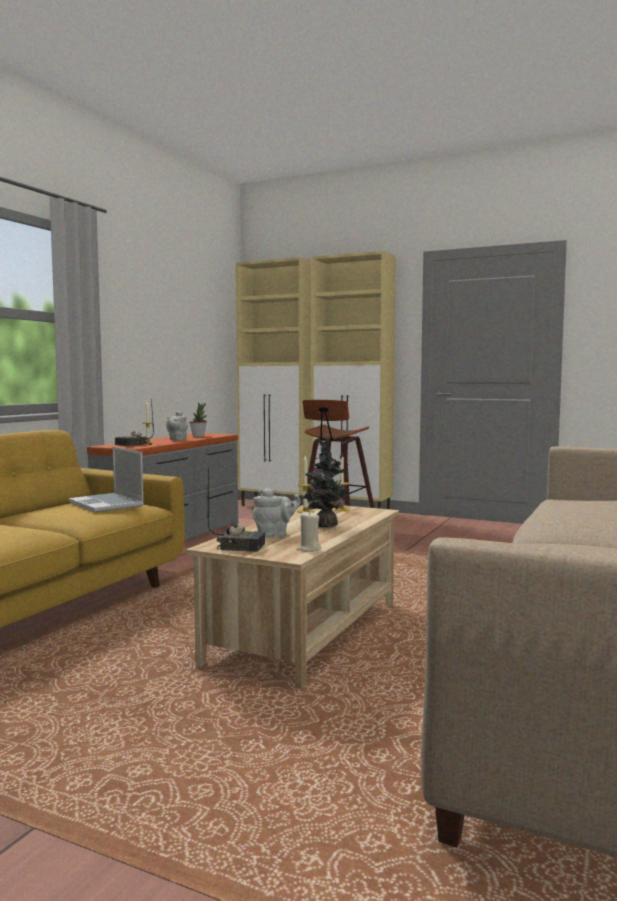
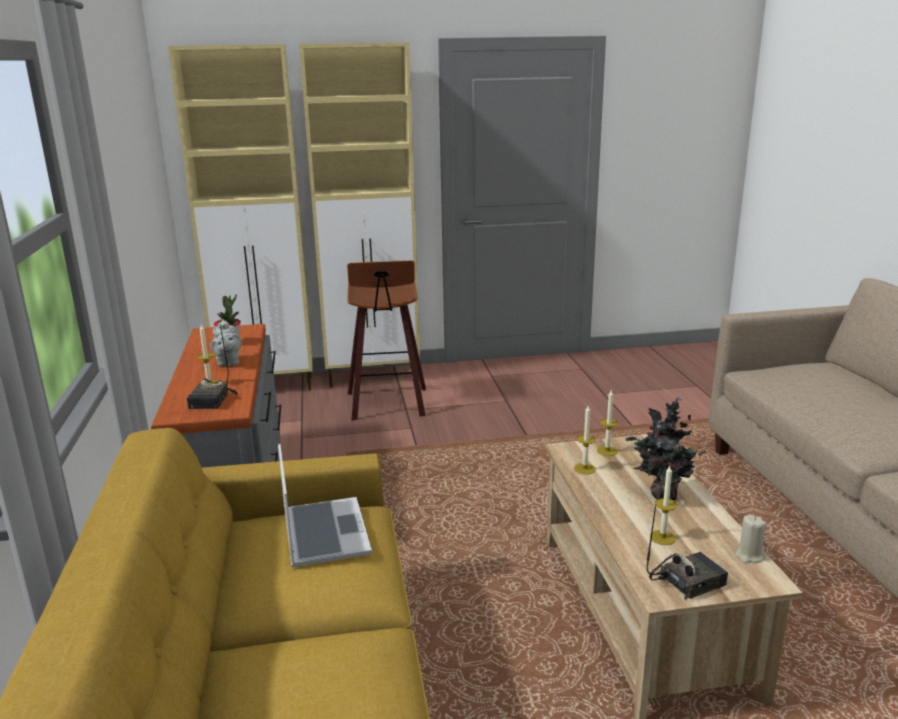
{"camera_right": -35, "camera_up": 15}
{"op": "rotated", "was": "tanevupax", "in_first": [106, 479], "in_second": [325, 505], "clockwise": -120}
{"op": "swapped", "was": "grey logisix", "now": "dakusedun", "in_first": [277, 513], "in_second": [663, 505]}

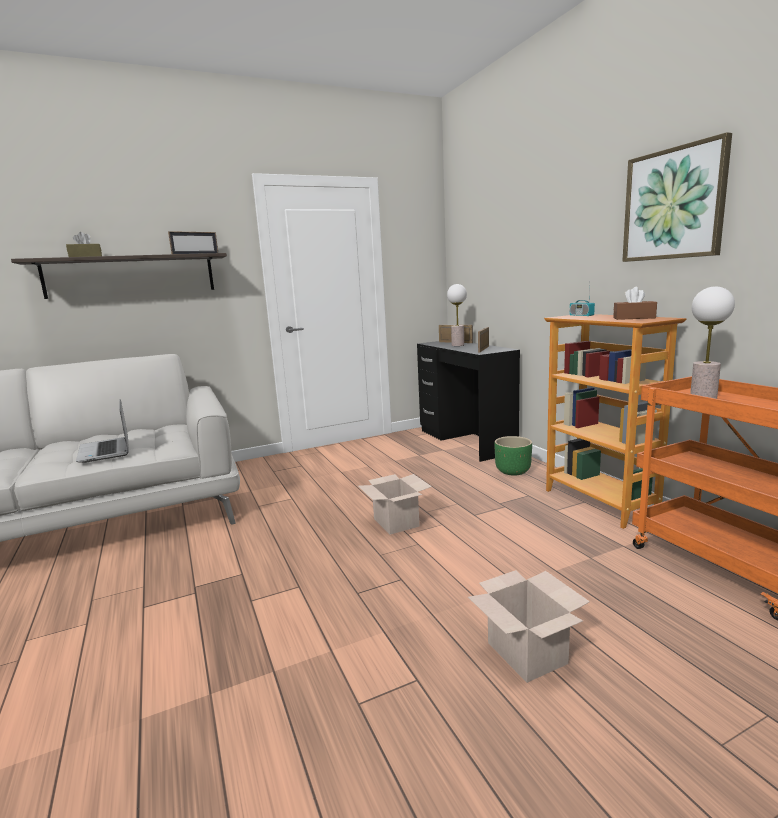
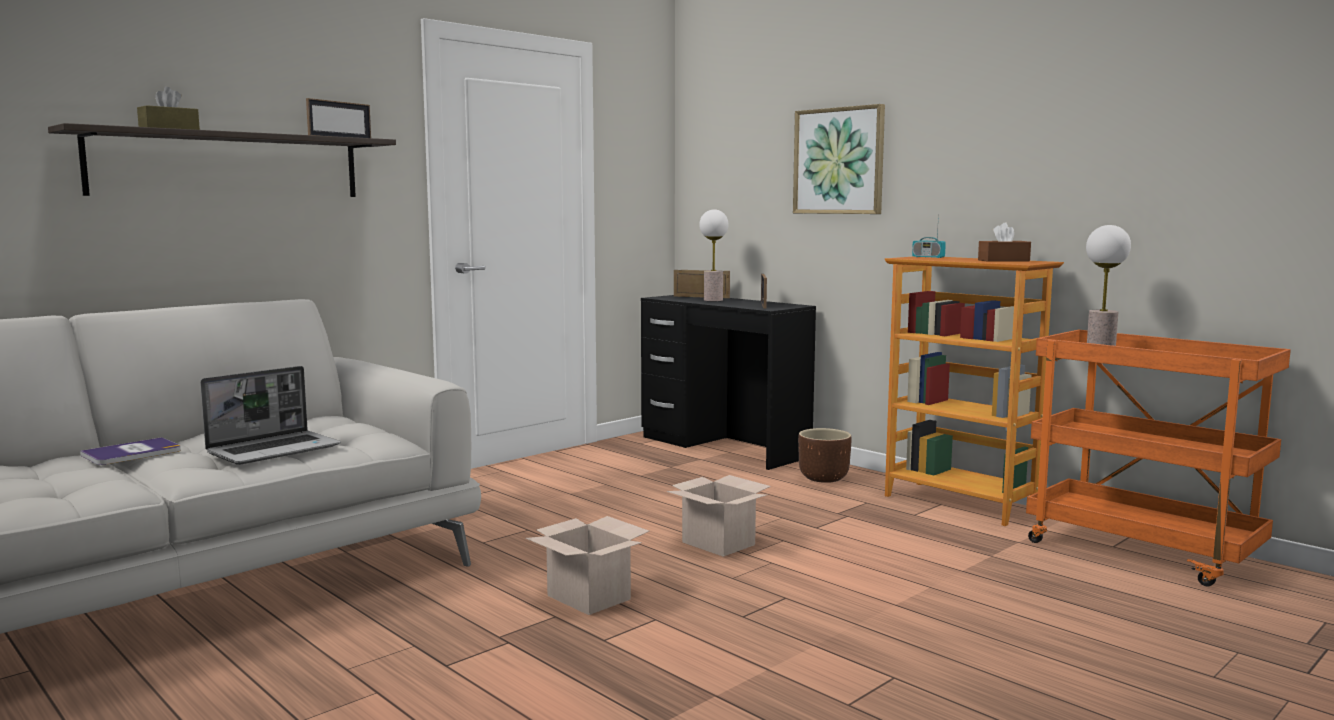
{"camera_right": -20, "camera_up": -5}
{"op": "shifted", "was": "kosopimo", "in_first": [677, 197], "in_second": [839, 159]}
{"op": "rotated", "was": "tanevupax", "in_first": [102, 431], "in_second": [270, 415], "clockwise": -90}
{"op": "repainted", "was": "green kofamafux", "now": "brown kofamafux", "in_first": [513, 456], "in_second": [825, 455]}
{"op": "shifted", "was": "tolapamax", "in_first": [529, 626], "in_second": [587, 565]}
{"op": "new", "now": "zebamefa", "in_second": [130, 451]}

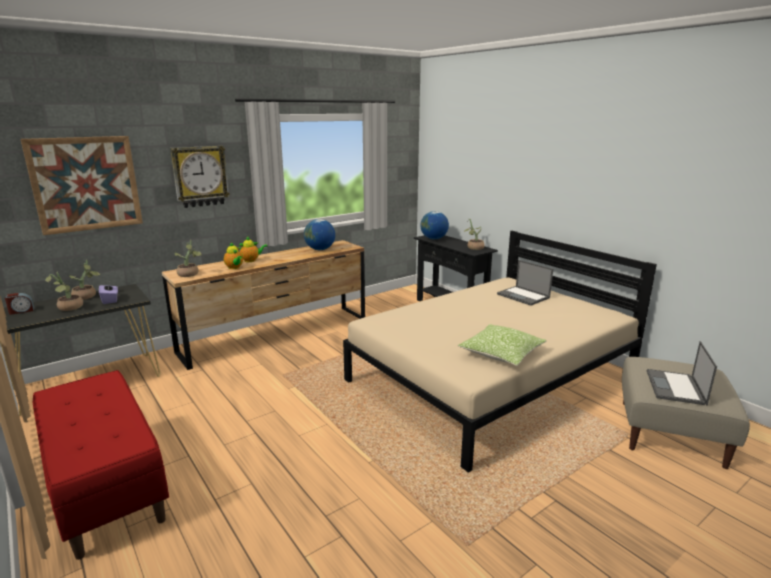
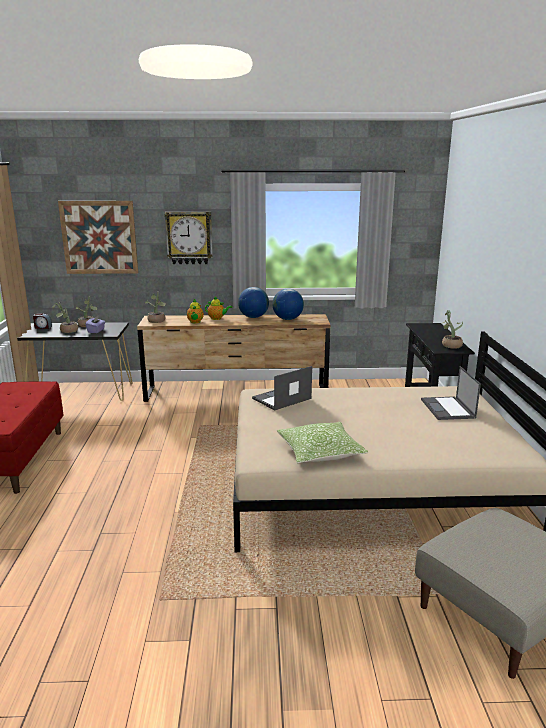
{"camera_right": 35, "camera_up": 0}
{"op": "shifted", "was": "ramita", "in_first": [435, 225], "in_second": [253, 302]}
{"op": "shifted", "was": "tanevupax", "in_first": [682, 373], "in_second": [282, 388]}

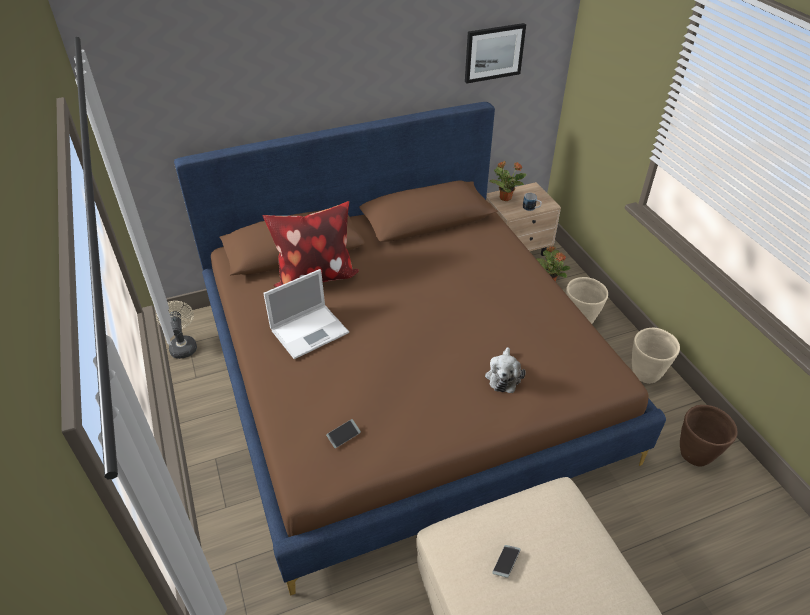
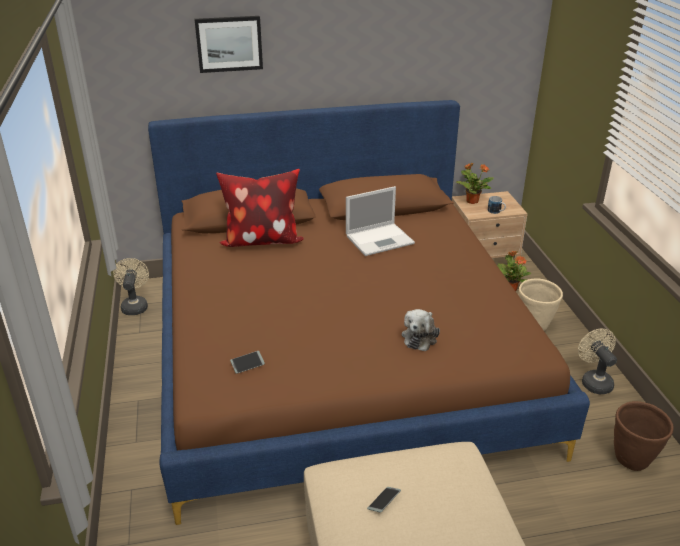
{"camera_right": 10, "camera_up": -10}
{"op": "shifted", "was": "kosopimo", "in_first": [495, 53], "in_second": [228, 44]}
{"op": "shifted", "was": "tanevupax", "in_first": [306, 314], "in_second": [380, 221]}
{"op": "swapped", "was": "beige kofamafux", "now": "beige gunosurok", "in_first": [656, 356], "in_second": [597, 361]}

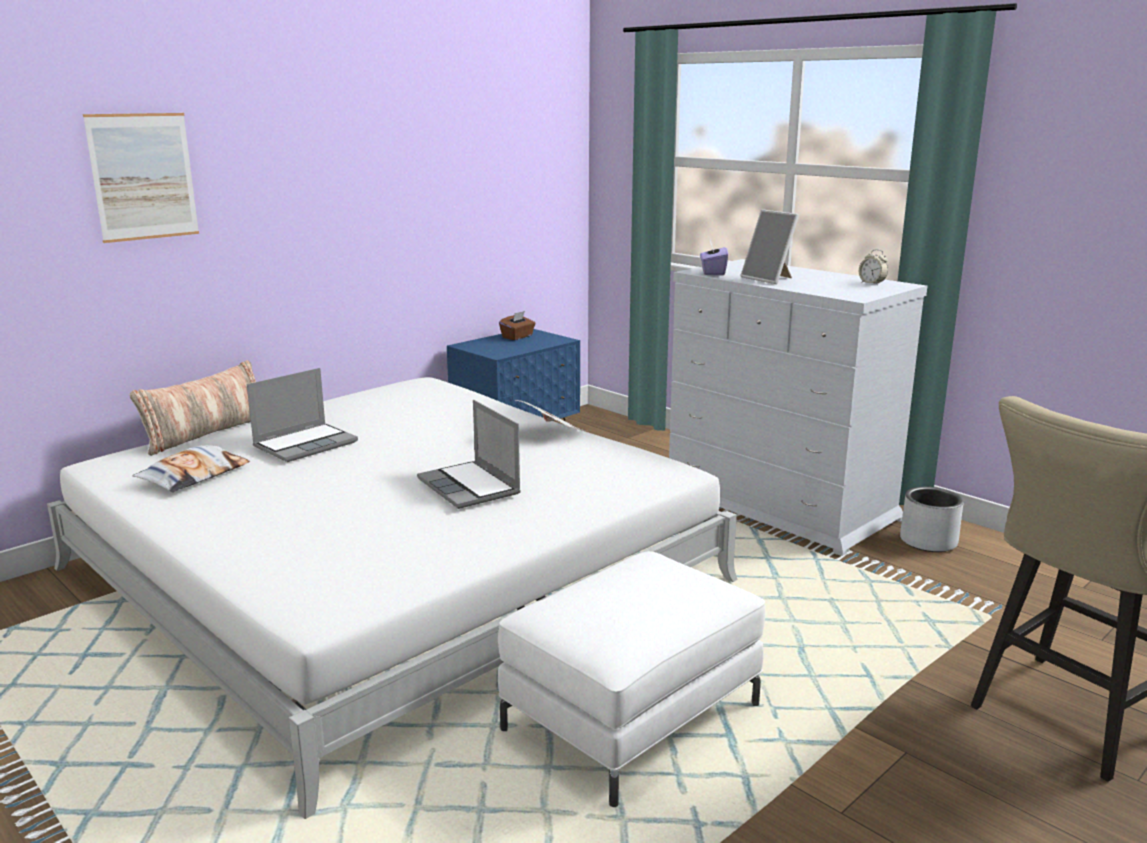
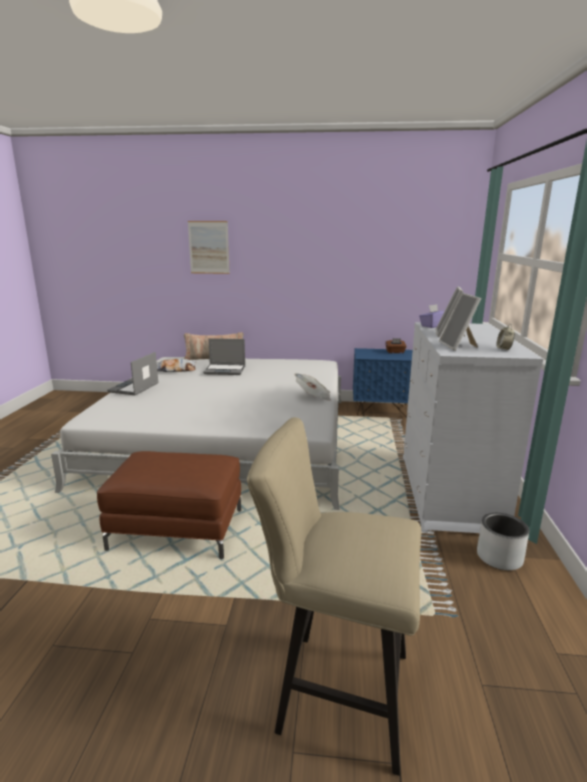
{"camera_right": 50, "camera_up": 0}
{"op": "shifted", "was": "tanevupax", "in_first": [469, 454], "in_second": [133, 373]}
{"op": "repainted", "was": "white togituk", "now": "brown togituk", "in_first": [631, 679], "in_second": [169, 505]}
{"op": "new", "now": "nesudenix", "in_second": [460, 322]}

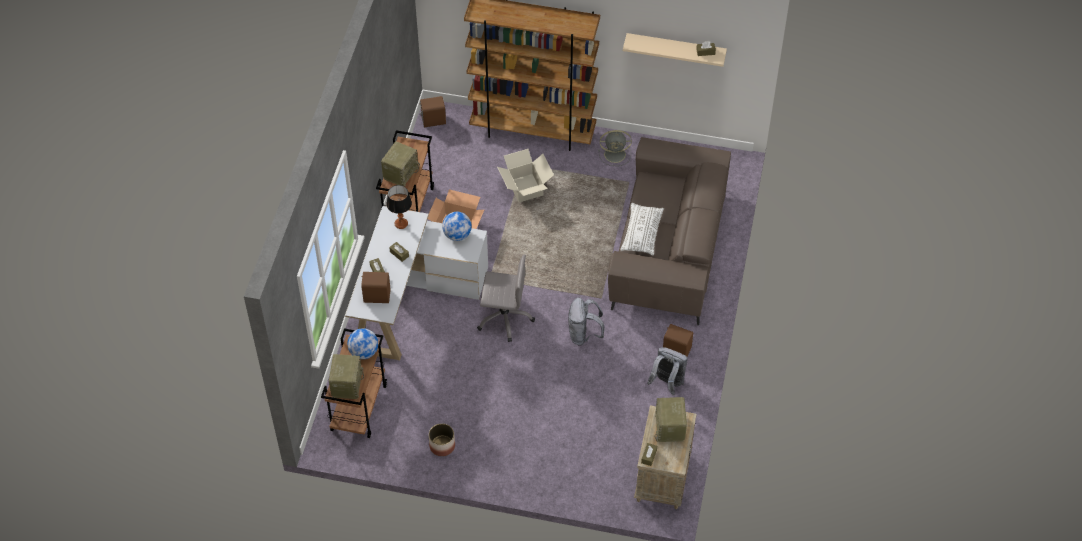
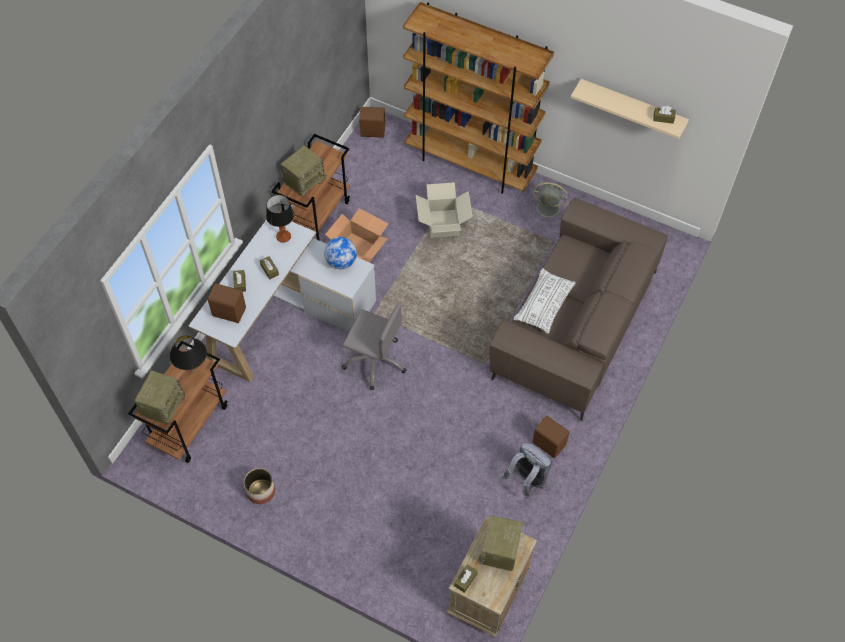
{"camera_right": 15, "camera_up": 5}
{"op": "gone", "was": "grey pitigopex", "in_first": [586, 321]}
{"op": "swapped", "was": "ramita", "now": "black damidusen", "in_first": [362, 343], "in_second": [188, 354]}

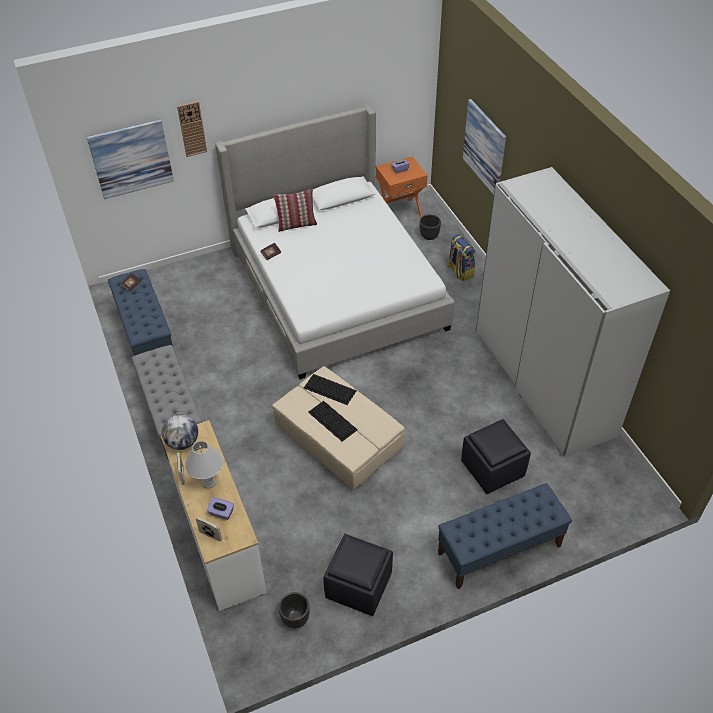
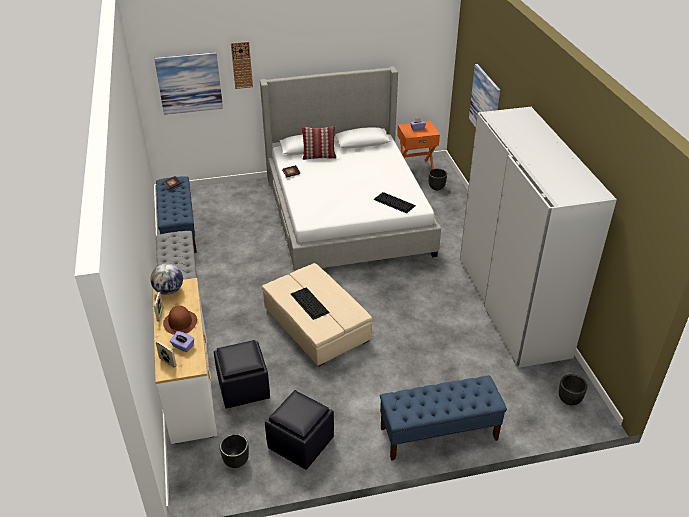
{"camera_right": 10, "camera_up": -10}
{"op": "gone", "was": "pitigopex", "in_first": [461, 257]}
{"op": "shifted", "was": "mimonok", "in_first": [330, 389], "in_second": [394, 202]}
{"op": "shifted", "was": "black togituk", "in_first": [496, 456], "in_second": [242, 374]}
{"op": "swapped", "was": "white damidusen", "now": "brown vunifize", "in_first": [204, 464], "in_second": [180, 320]}
{"op": "new", "now": "black kofamafux", "in_second": [573, 389]}

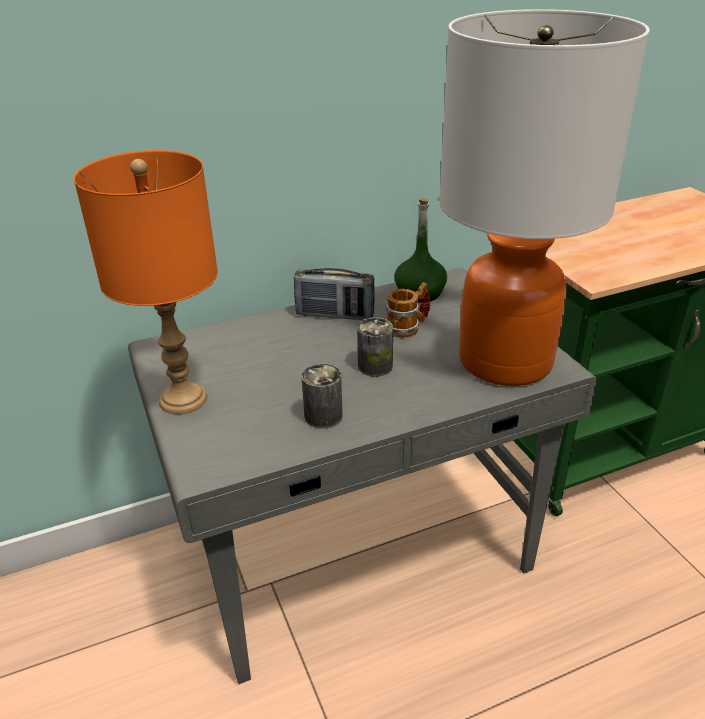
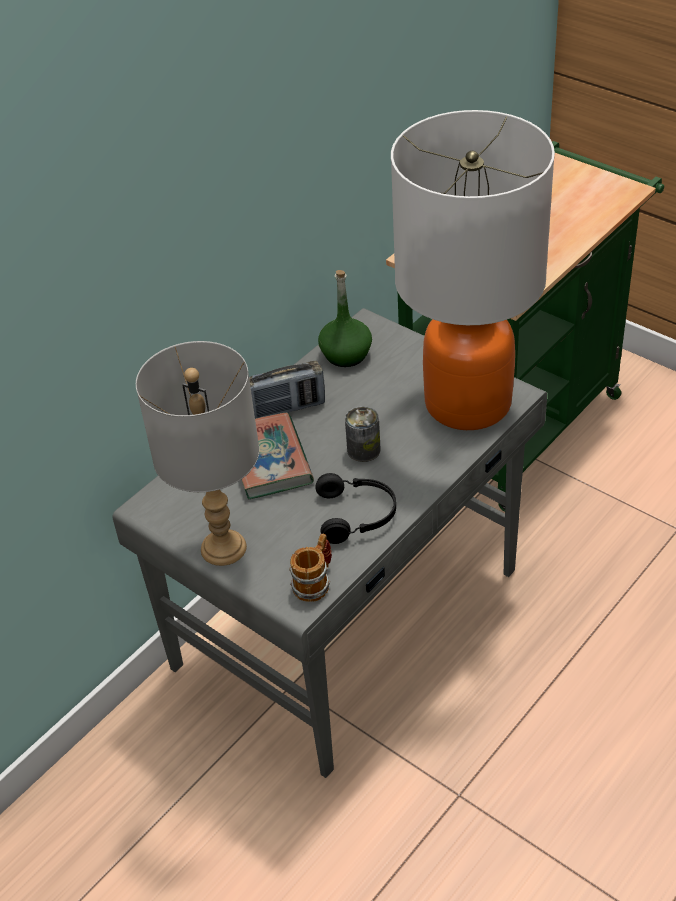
{"camera_right": -25, "camera_up": 10}
{"op": "repainted", "was": "orange damidusen", "now": "grey damidusen", "in_first": [146, 282], "in_second": [197, 453]}
{"op": "shifted", "was": "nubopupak", "in_first": [409, 310], "in_second": [310, 568]}
{"op": "swapped", "was": "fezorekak", "now": "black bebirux", "in_first": [322, 396], "in_second": [355, 508]}
{"op": "new", "now": "zebamefa", "in_second": [277, 456]}

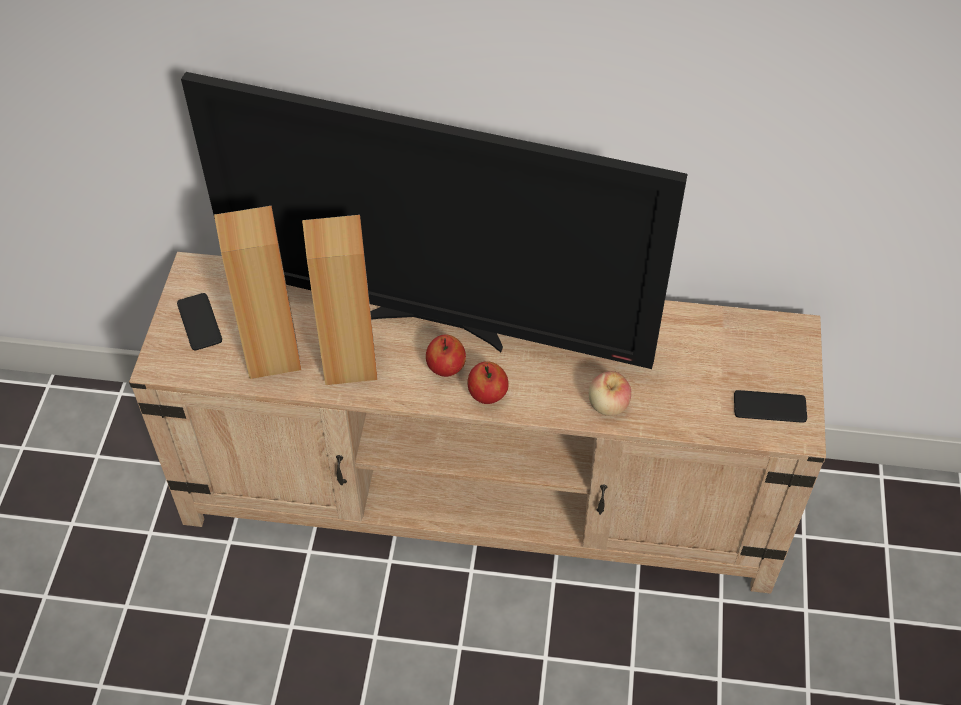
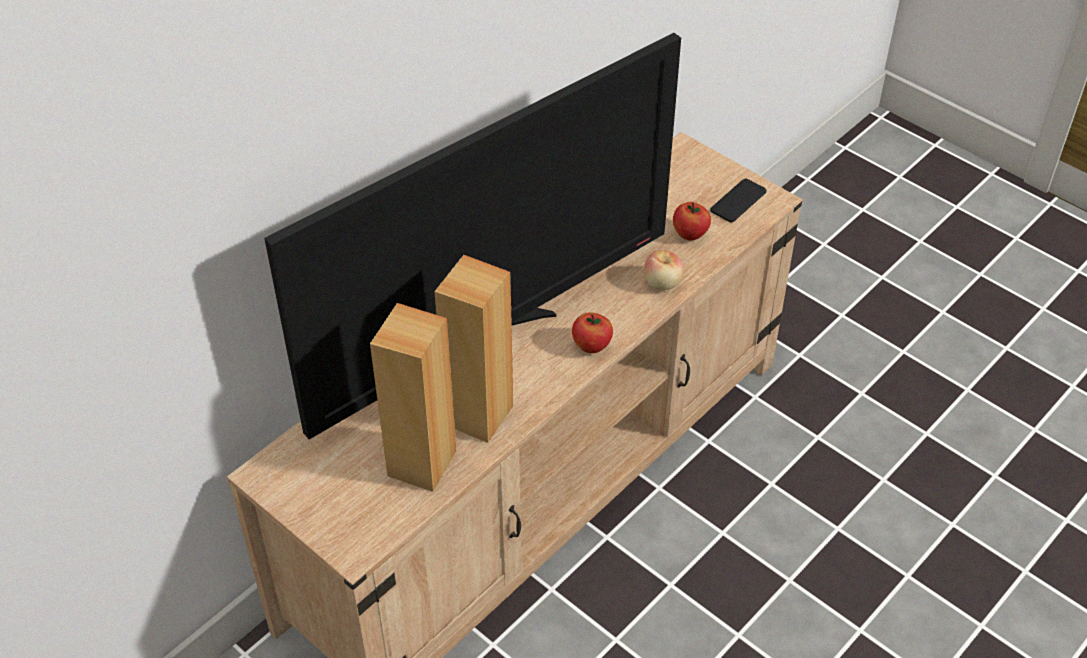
{"camera_right": -55, "camera_up": -5}
{"op": "gone", "was": "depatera", "in_first": [199, 322]}
{"op": "shifted", "was": "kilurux", "in_first": [446, 355], "in_second": [692, 221]}

